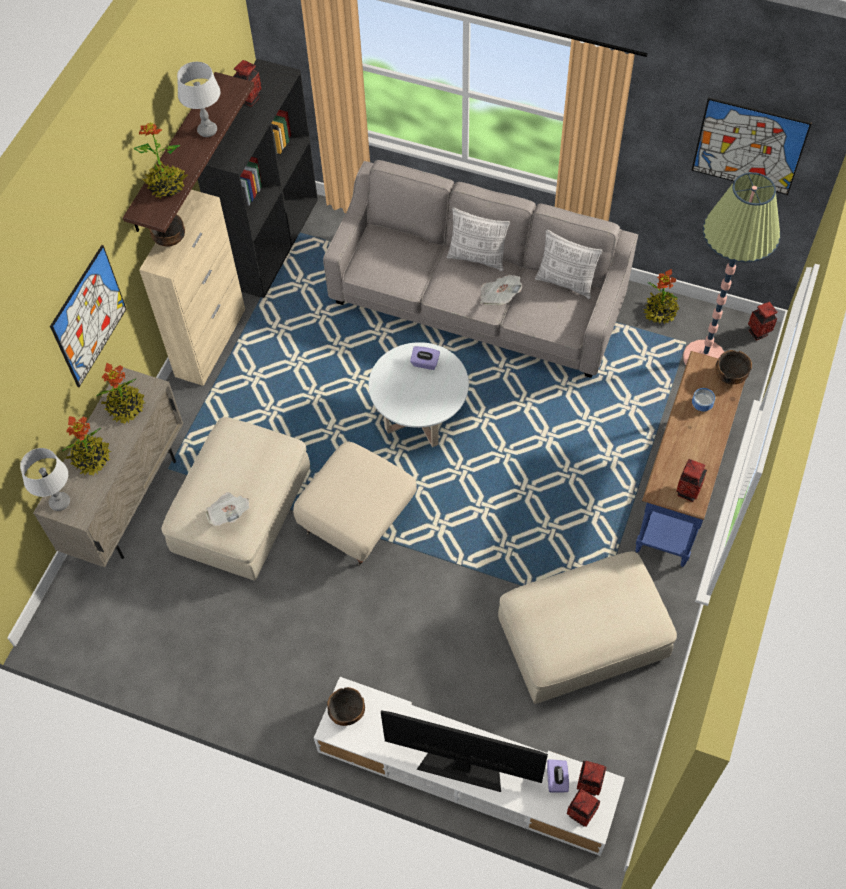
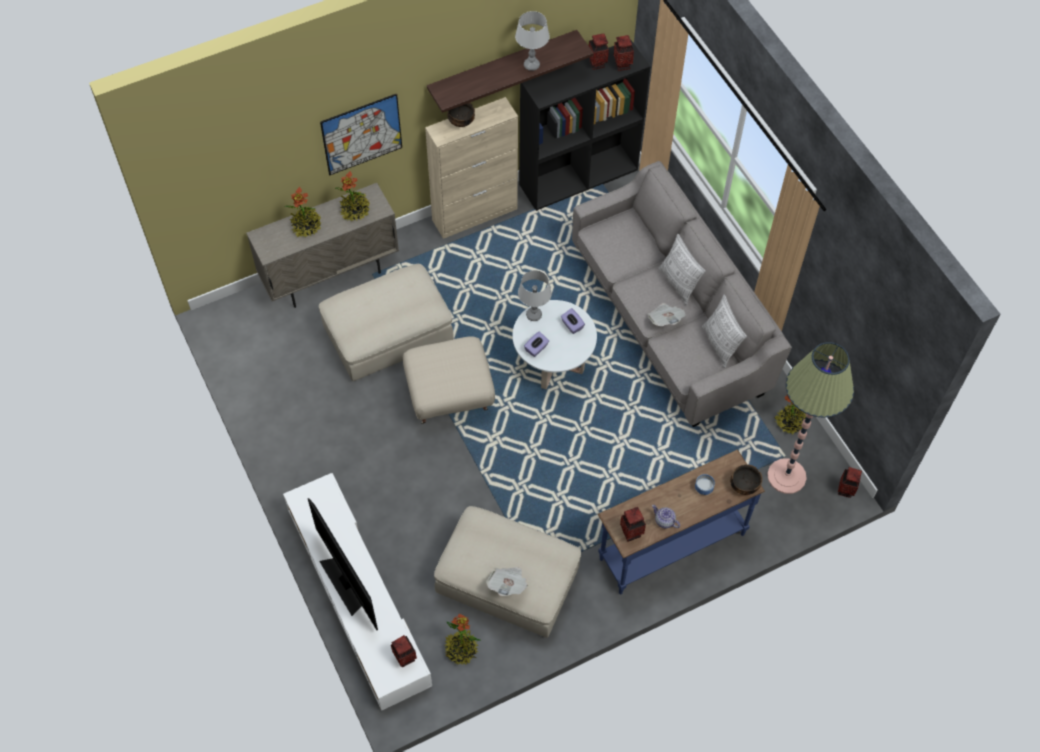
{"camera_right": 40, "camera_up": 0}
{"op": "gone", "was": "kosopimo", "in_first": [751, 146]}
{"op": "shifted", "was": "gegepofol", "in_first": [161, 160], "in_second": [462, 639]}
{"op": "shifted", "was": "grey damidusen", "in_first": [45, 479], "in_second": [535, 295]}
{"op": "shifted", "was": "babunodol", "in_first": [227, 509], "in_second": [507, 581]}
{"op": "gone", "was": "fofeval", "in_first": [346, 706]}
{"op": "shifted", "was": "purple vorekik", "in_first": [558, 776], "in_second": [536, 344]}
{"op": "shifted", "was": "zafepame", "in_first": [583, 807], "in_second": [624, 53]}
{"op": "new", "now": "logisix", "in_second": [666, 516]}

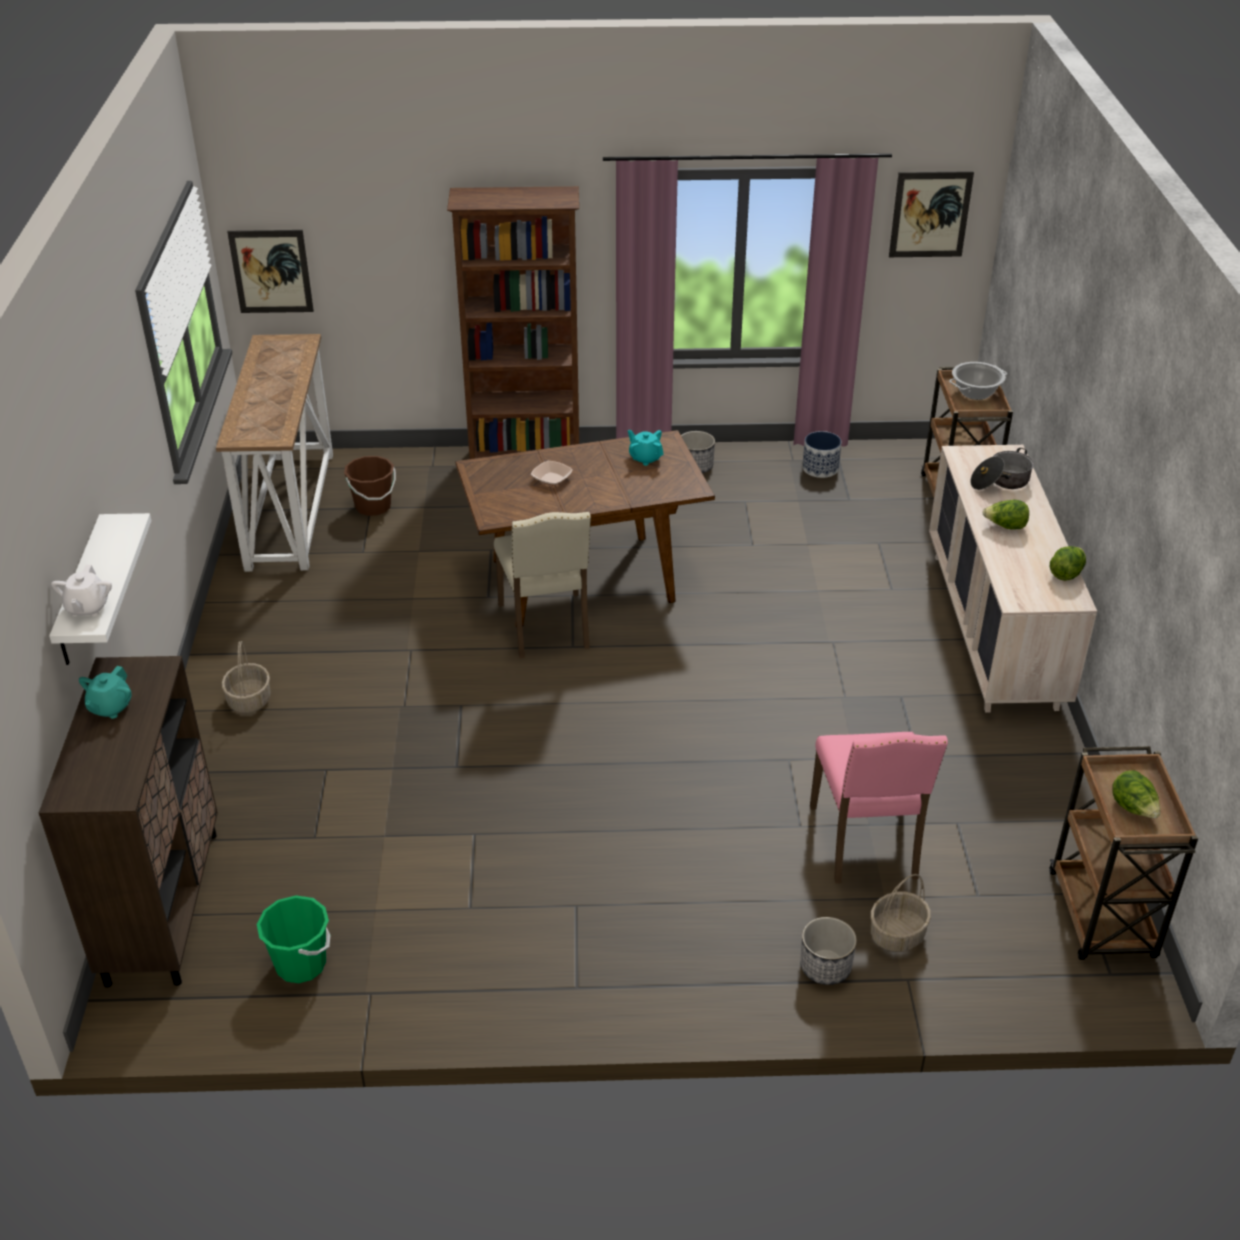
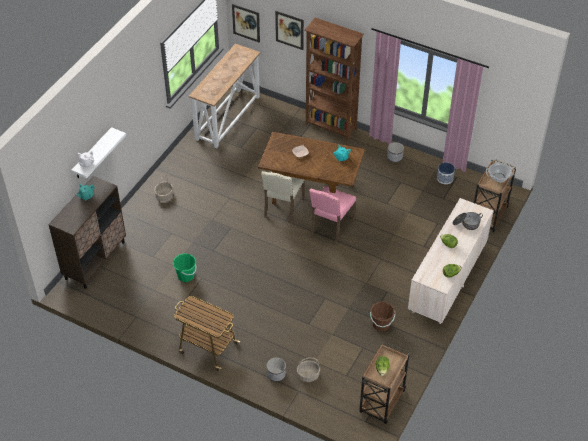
{"camera_right": 30, "camera_up": 10}
{"op": "shifted", "was": "kosopimo", "in_first": [931, 214], "in_second": [289, 30]}
{"op": "shifted", "was": "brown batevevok", "in_first": [370, 486], "in_second": [382, 316]}
{"op": "shifted", "was": "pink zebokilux", "in_first": [879, 808], "in_second": [332, 215]}
{"op": "shifted", "was": "green batevevok", "in_first": [294, 939], "in_second": [184, 267]}
{"op": "new", "now": "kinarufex", "in_second": [207, 333]}

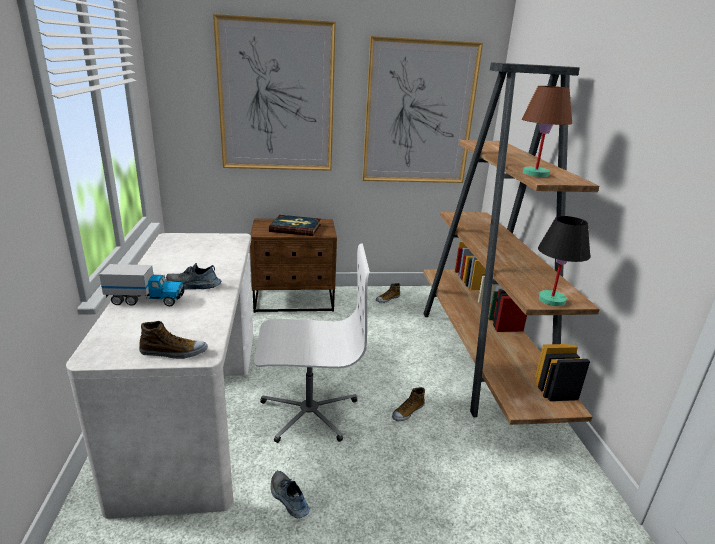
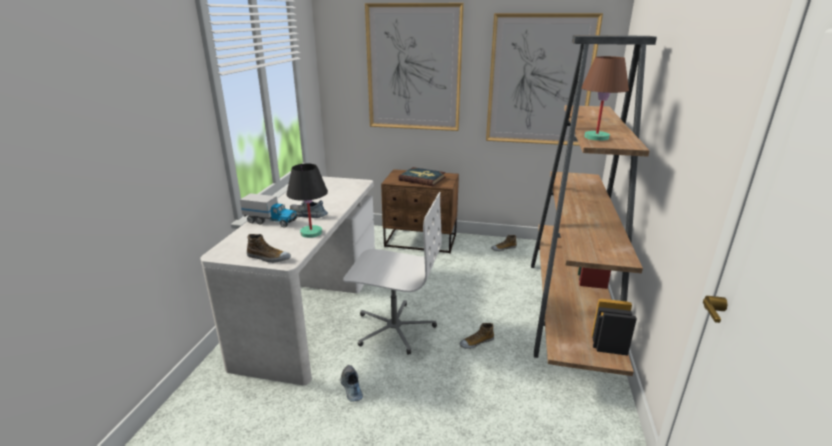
{"camera_right": 20, "camera_up": 0}
{"op": "shifted", "was": "black damidusen", "in_first": [564, 261], "in_second": [307, 200]}

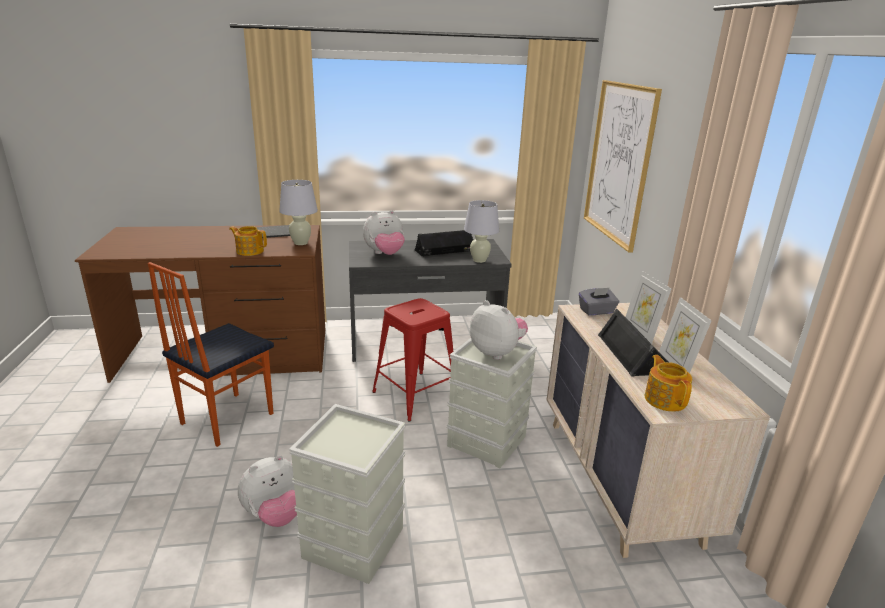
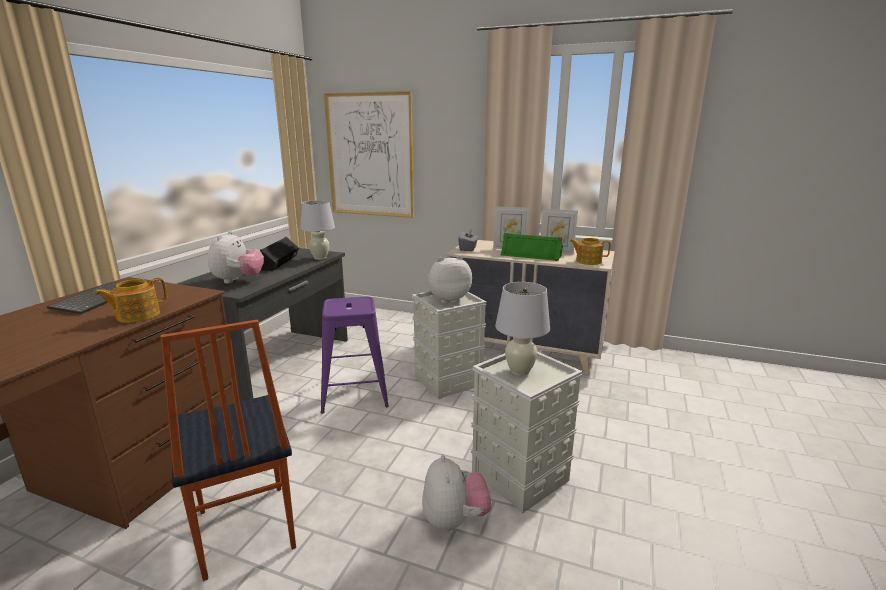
{"camera_right": -60, "camera_up": -5}
{"op": "shifted", "was": "white damidusen", "in_first": [298, 212], "in_second": [522, 329]}
{"op": "repainted", "was": "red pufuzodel", "now": "purple pufuzodel", "in_first": [412, 359], "in_second": [355, 355]}
{"op": "repainted", "was": "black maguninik", "now": "green maguninik", "in_first": [633, 342], "in_second": [532, 247]}

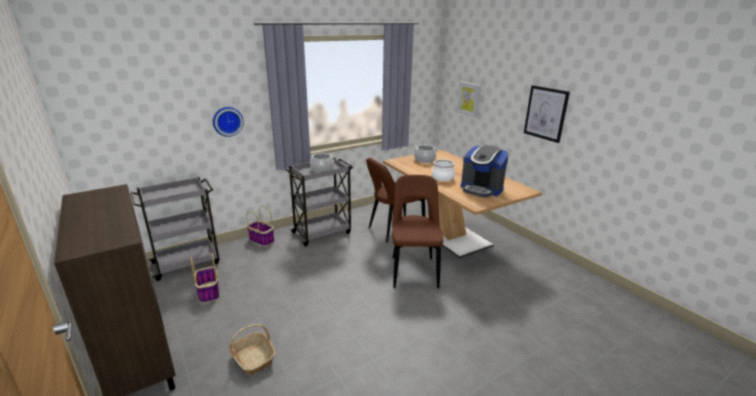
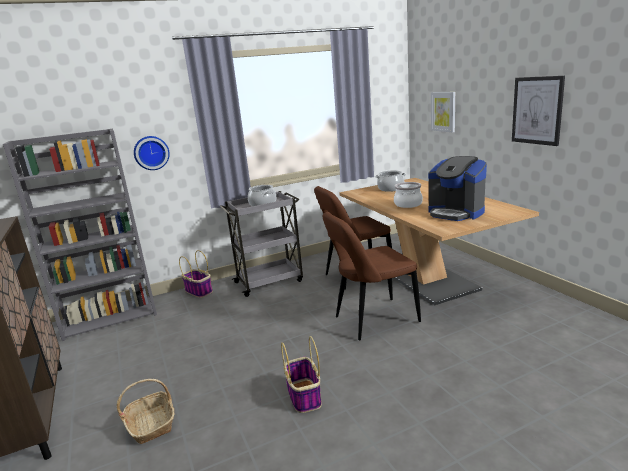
{"camera_right": 10, "camera_up": -5}
{"op": "rotated", "was": "brown zebokilux", "in_first": [417, 231], "in_second": [372, 276], "clockwise": -120}
{"op": "swapped", "was": "grey kinarufex", "now": "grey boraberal", "in_first": [175, 229], "in_second": [80, 235]}
{"op": "shifted", "was": "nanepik", "in_first": [205, 278], "in_second": [301, 374]}

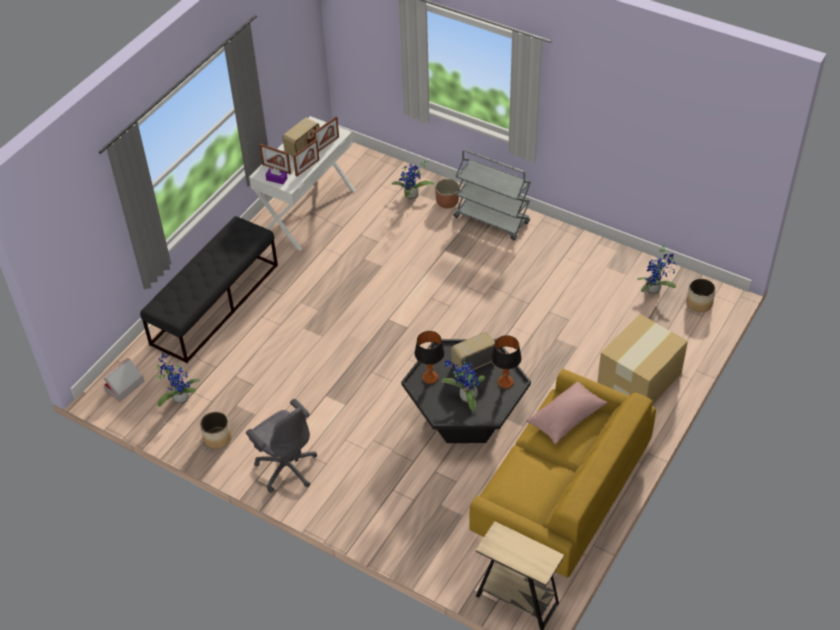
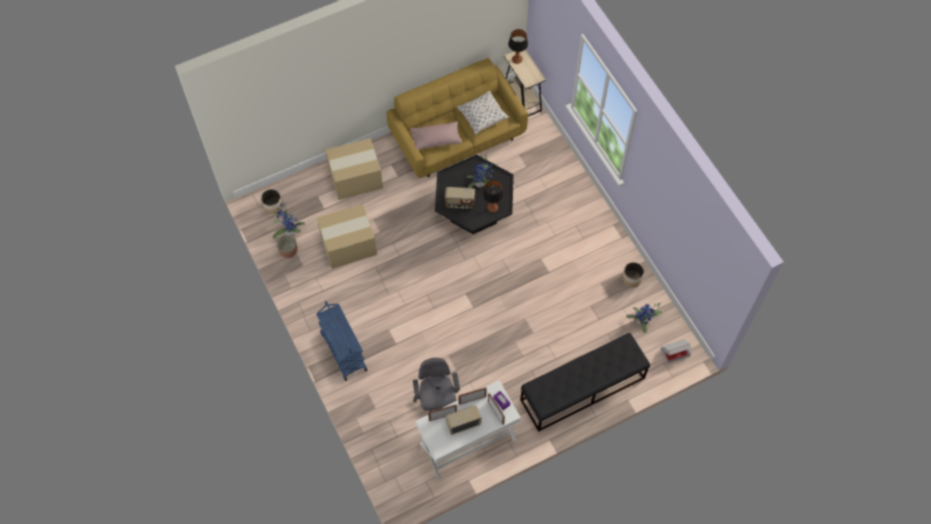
{"camera_right": -150, "camera_up": 15}
{"op": "repainted", "was": "grey kinarufex", "now": "blue kinarufex", "in_first": [492, 195], "in_second": [341, 341]}
{"op": "gone", "was": "gegepofol", "in_first": [413, 180]}
{"op": "shifted", "was": "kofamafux", "in_first": [447, 193], "in_second": [286, 246]}
{"op": "shifted", "was": "damidusen", "in_first": [506, 362], "in_second": [518, 46]}
{"op": "shifted", "was": "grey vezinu", "in_first": [281, 446], "in_second": [436, 385]}
{"op": "new", "now": "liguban", "in_second": [483, 113]}
{"op": "new", "now": "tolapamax", "in_second": [347, 236]}

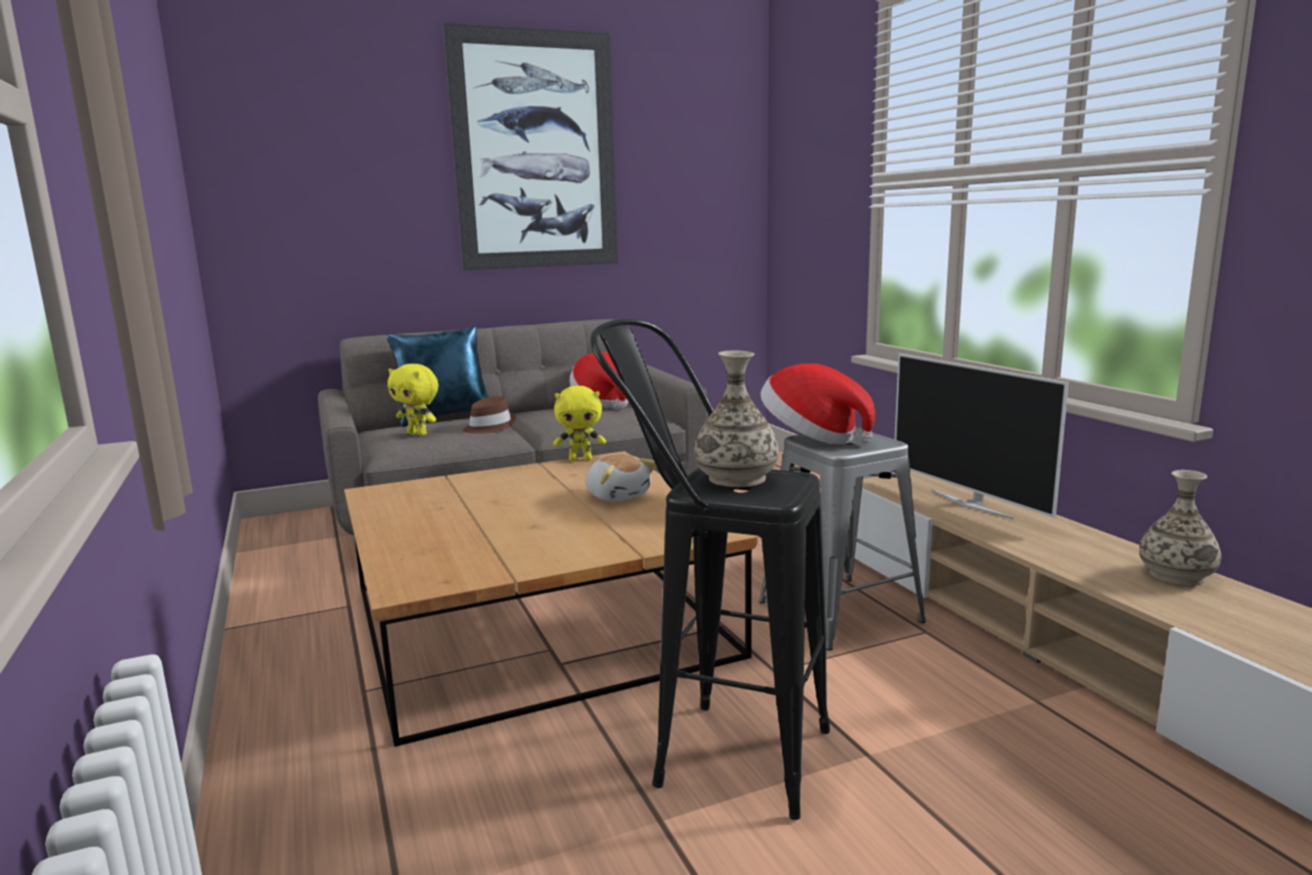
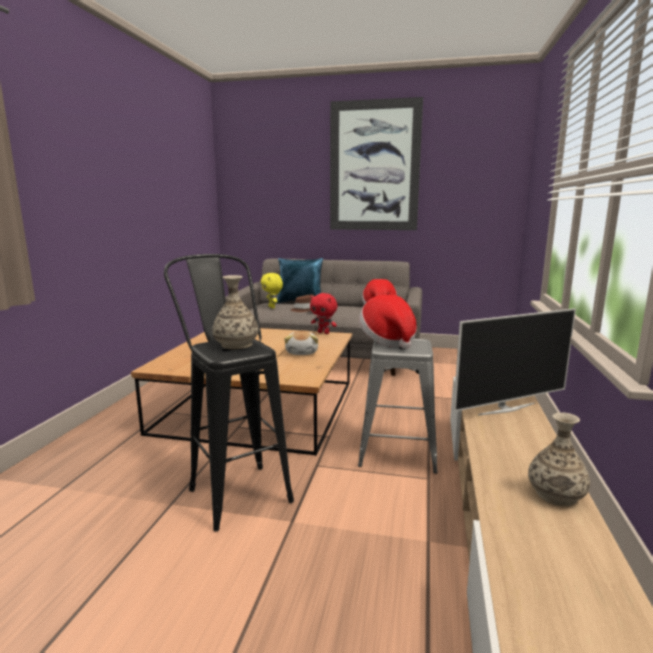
{"camera_right": 35, "camera_up": 0}
{"op": "rotated", "was": "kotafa", "in_first": [982, 437], "in_second": [514, 362], "clockwise": -120}
{"op": "repainted", "was": "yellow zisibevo", "now": "red zisibevo", "in_first": [579, 423], "in_second": [323, 313]}

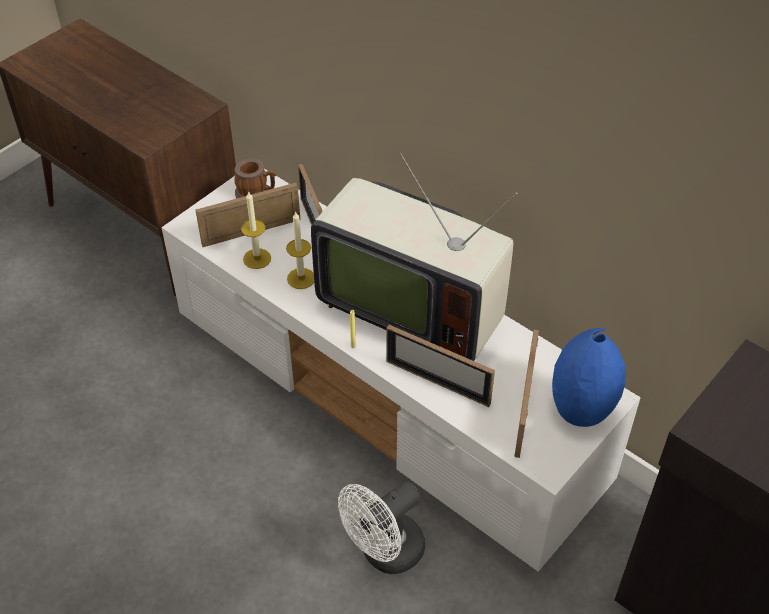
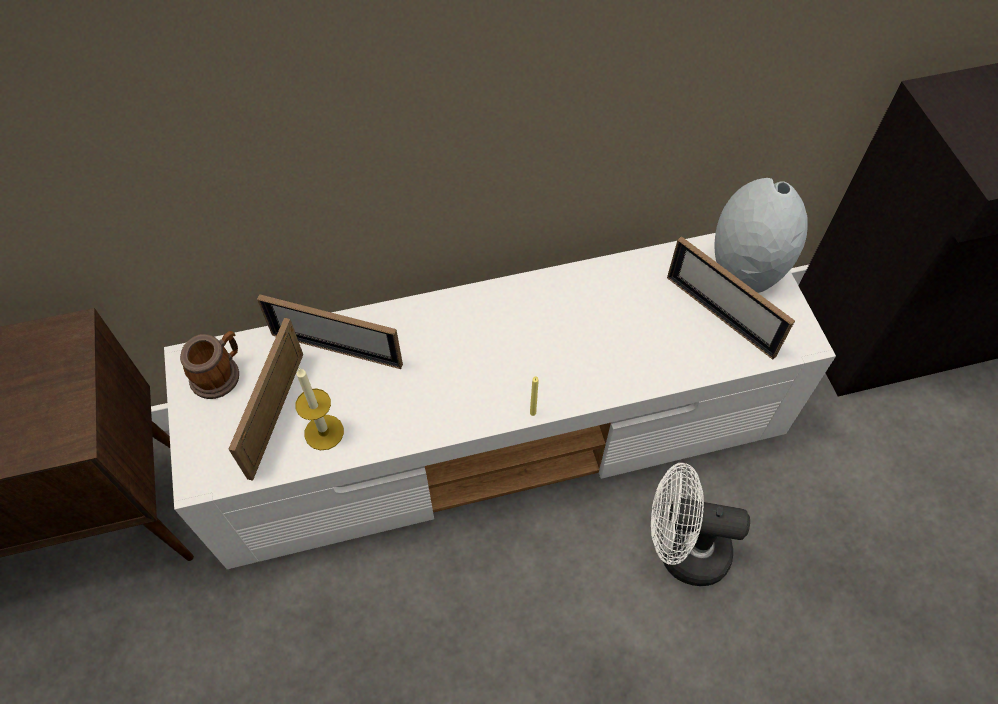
{"camera_right": -55, "camera_up": 10}
{"op": "gone", "was": "kotafa", "in_first": [414, 257]}
{"op": "gone", "was": "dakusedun", "in_first": [300, 250]}
{"op": "gone", "was": "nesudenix", "in_first": [440, 366]}
{"op": "repainted", "was": "blue zafepame", "now": "grey zafepame", "in_first": [589, 377], "in_second": [761, 235]}
{"op": "rotated", "was": "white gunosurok", "in_first": [381, 527], "in_second": [700, 524], "clockwise": 105}

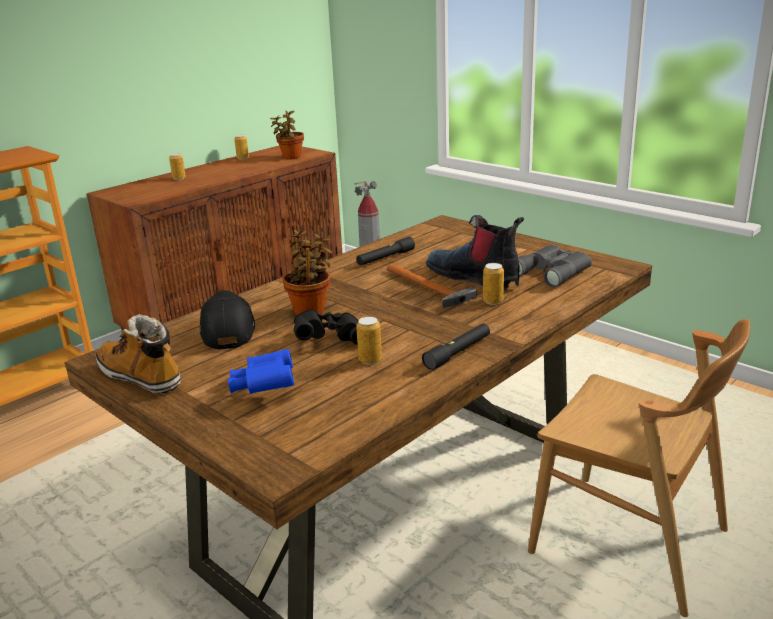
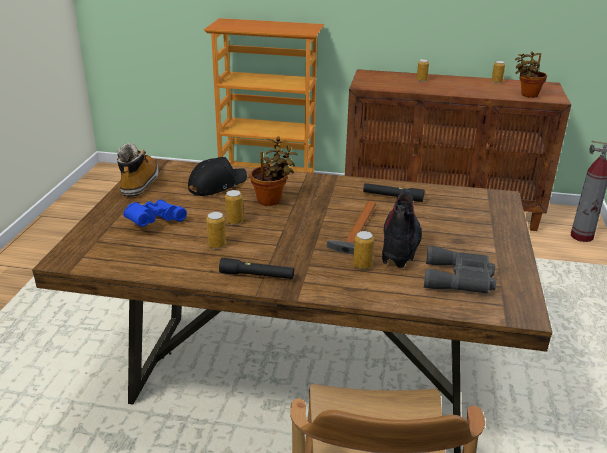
{"camera_right": 55, "camera_up": 5}
{"op": "swapped", "was": "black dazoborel", "now": "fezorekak", "in_first": [326, 327], "in_second": [234, 207]}

